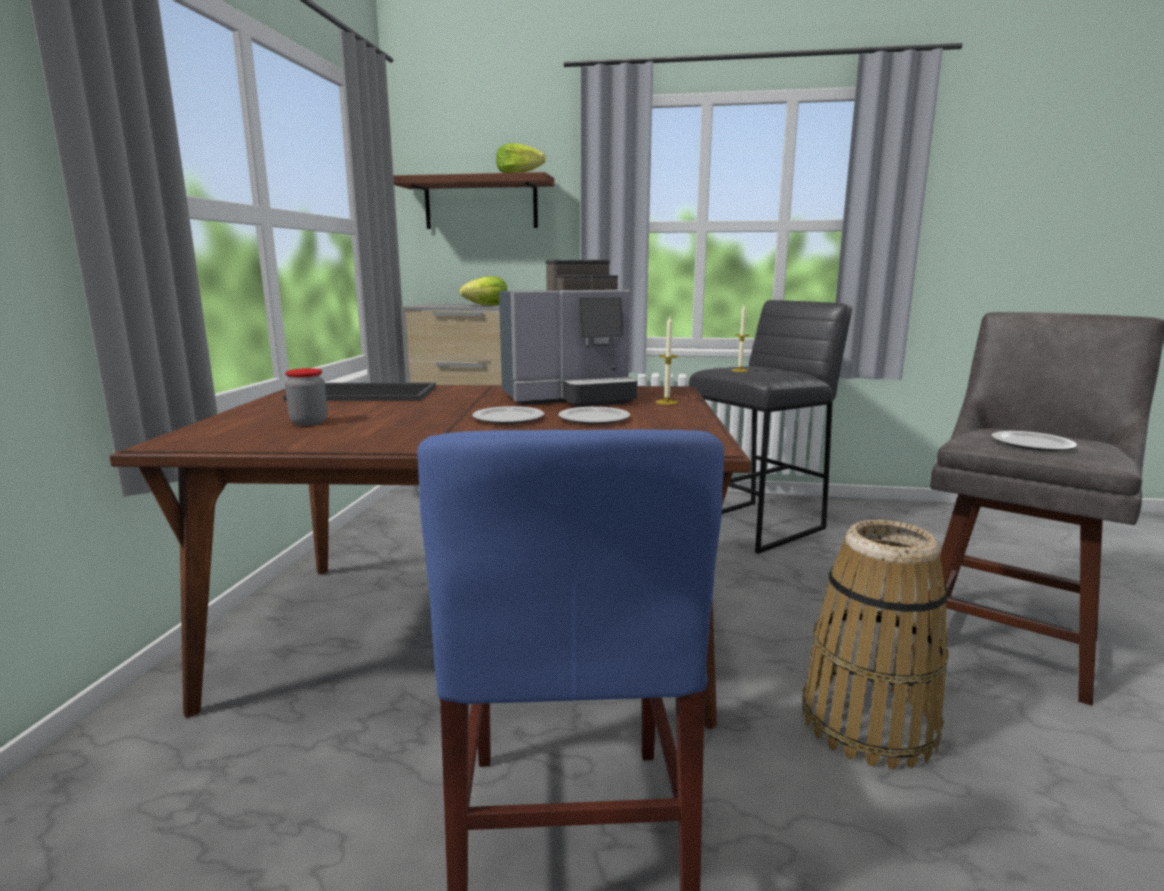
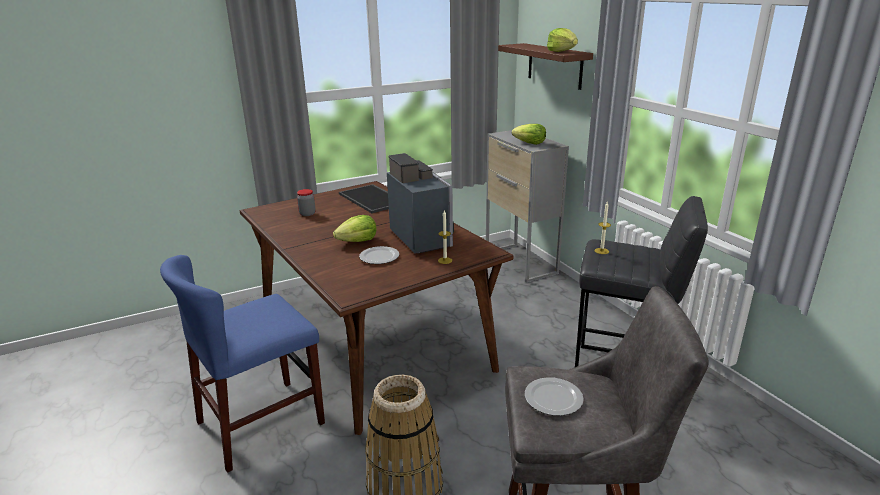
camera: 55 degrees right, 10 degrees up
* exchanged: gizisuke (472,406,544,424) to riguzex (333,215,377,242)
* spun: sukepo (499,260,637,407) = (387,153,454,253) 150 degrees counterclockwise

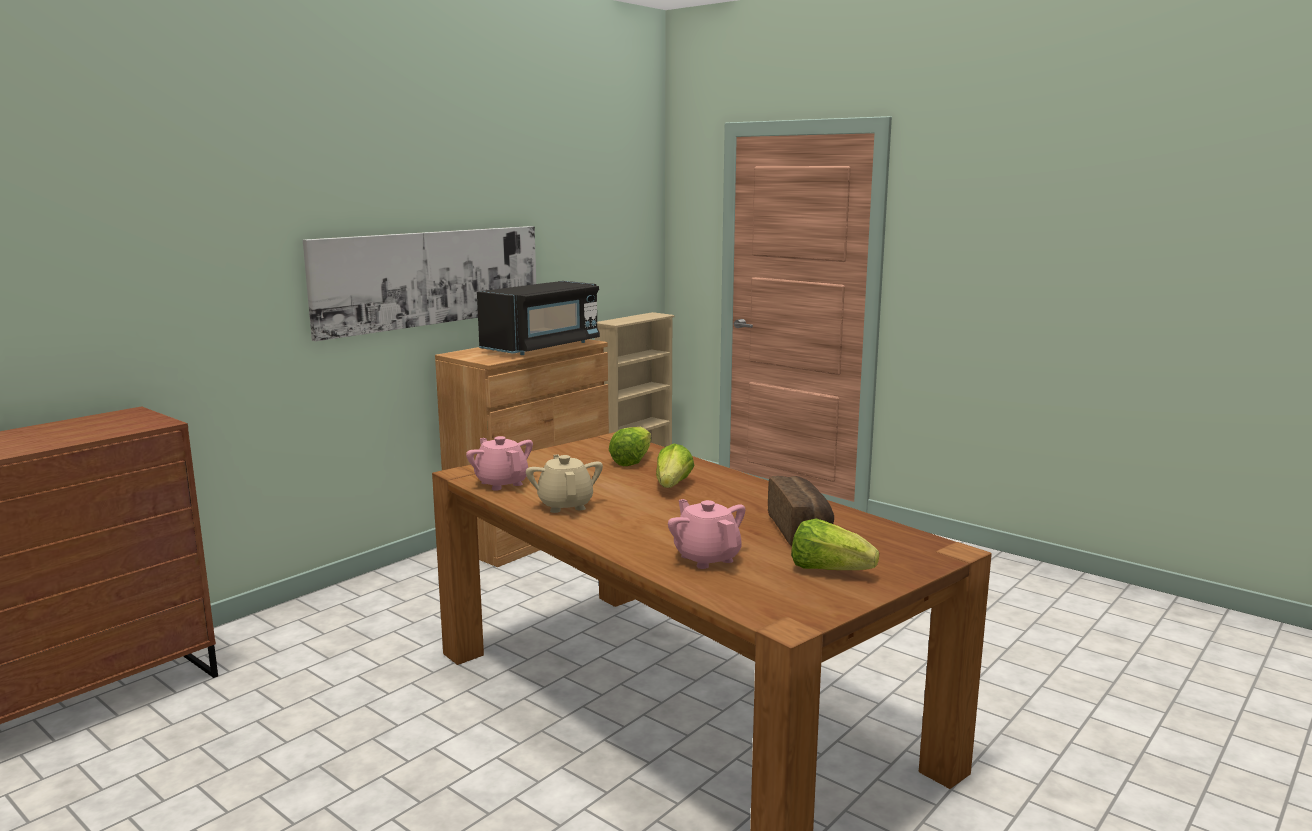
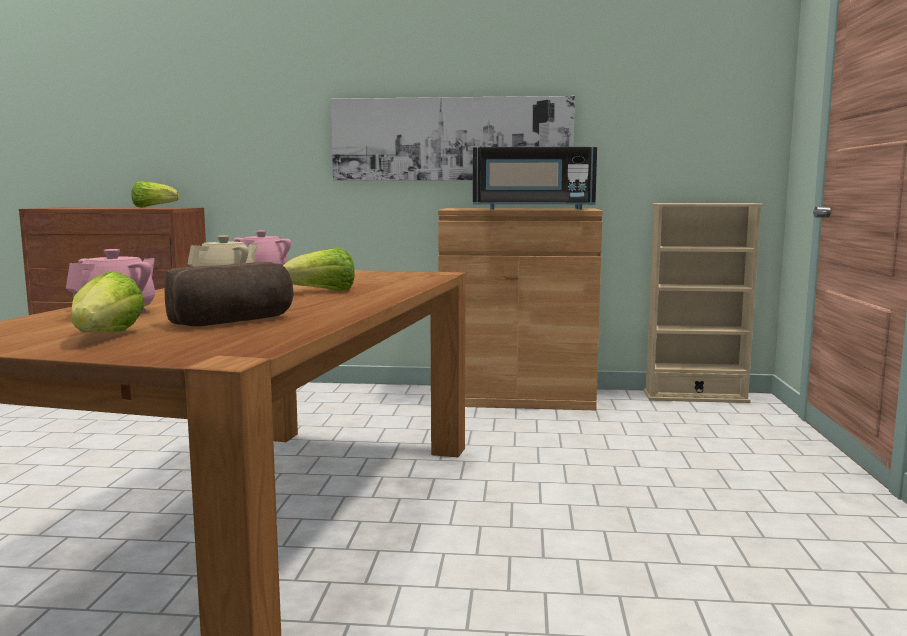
camera: 55 degrees right, 5 degrees down
* relocated: riguzex (609,427,651,466) to (131,181,179,208)

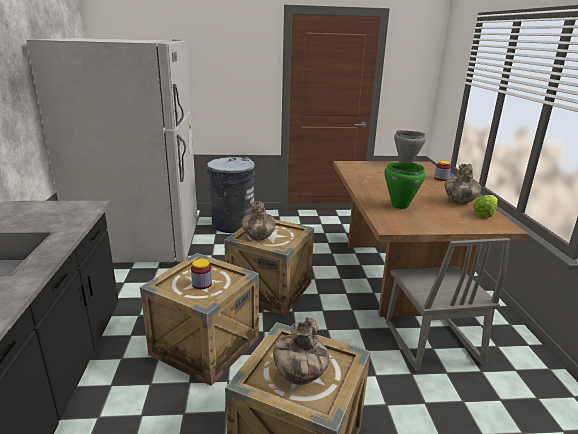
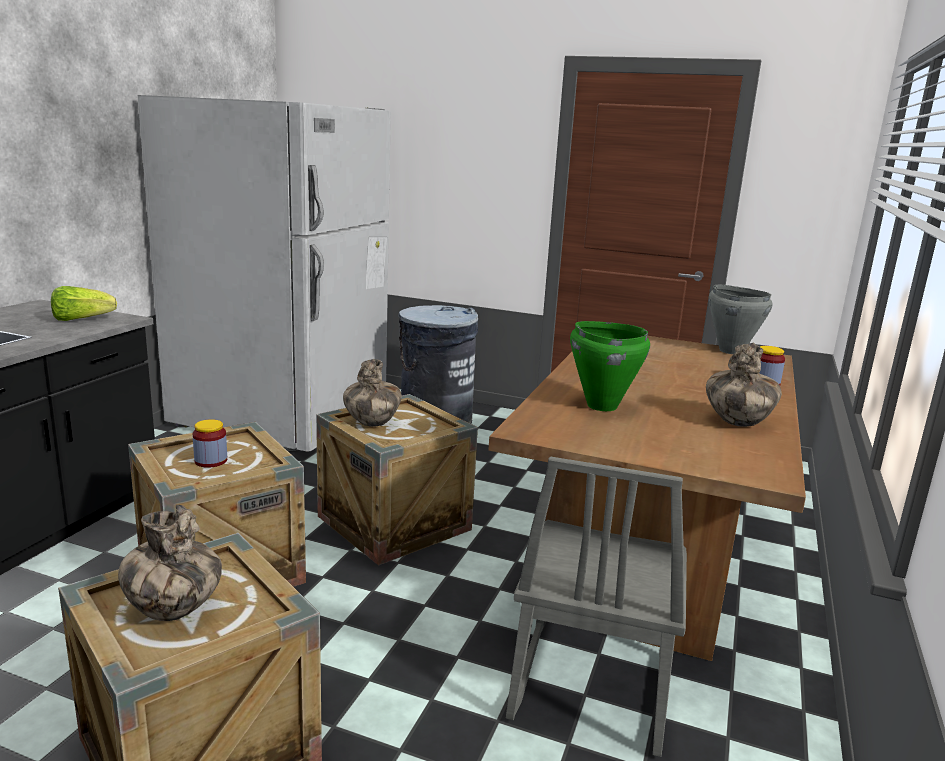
camera: 25 degrees right, 5 degrees down
* relocated: riguzex (473,195,498,218) to (51,286,117,321)

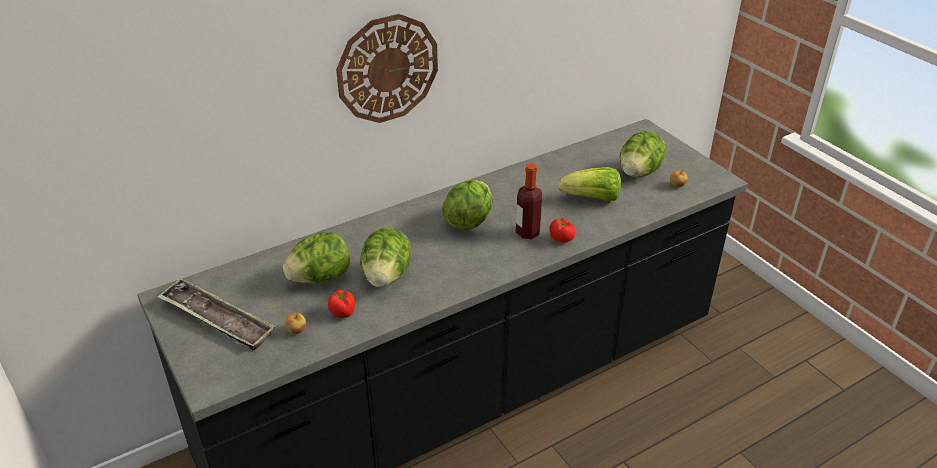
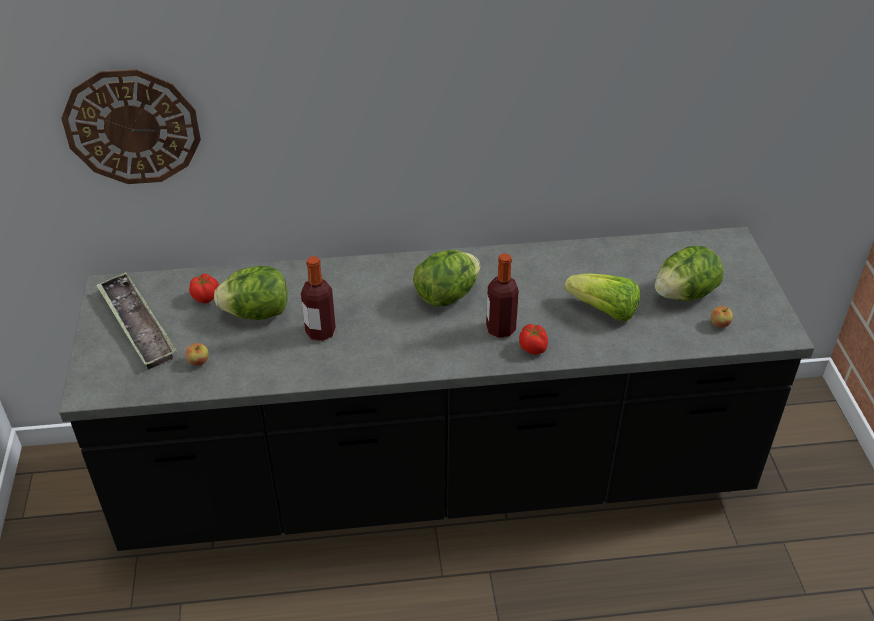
camera: 25 degrees right, 5 degrees up
* relocated: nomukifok (336,14,438,123) to (61,69,201,184)
* relocated: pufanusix (328,290,355,318) to (189,274,219,303)
* exchanged: riguzex (360,228,411,287) to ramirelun (301,256,336,341)

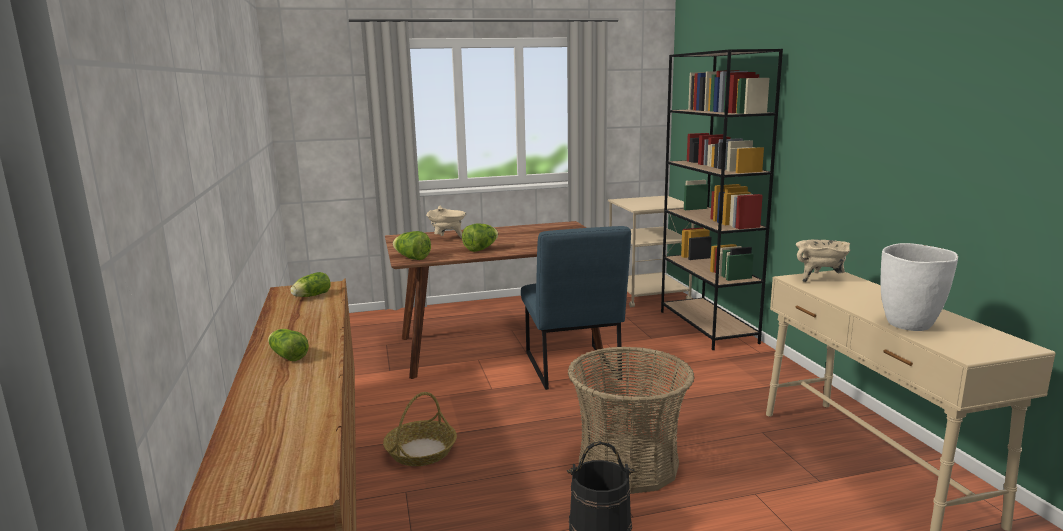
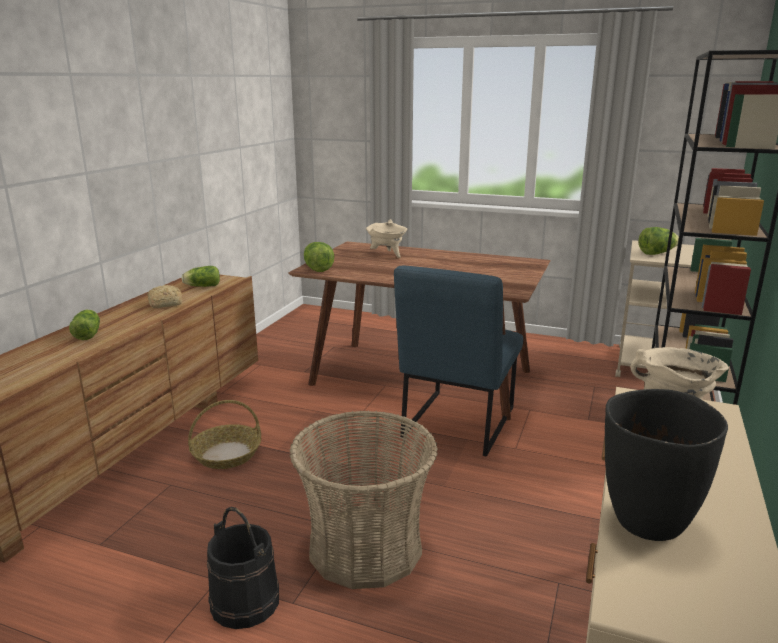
camera: 35 degrees right, 5 degrees up
* appeared: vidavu (147,285,182,308)
* colour: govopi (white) (881,243,958,331) to govopi (black) (605,389,728,541)
* relocated: riguzex (462,223,498,252) to (639,227,679,255)

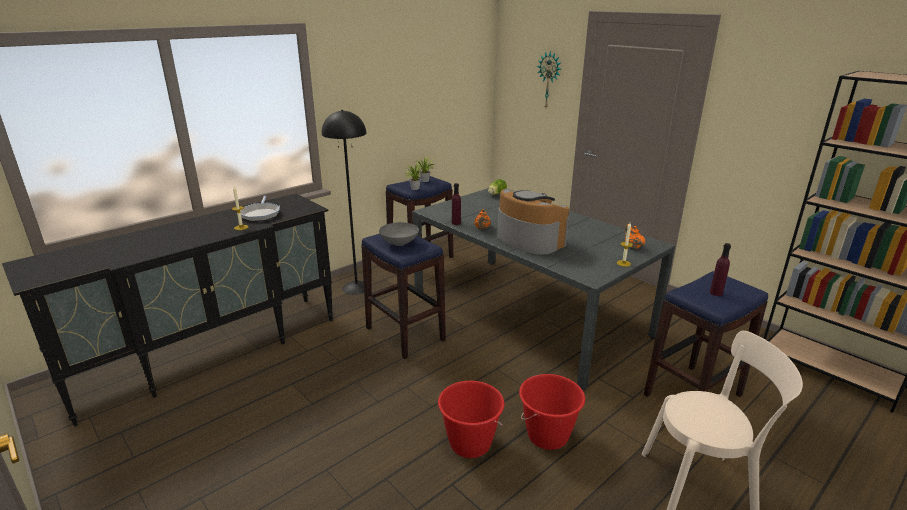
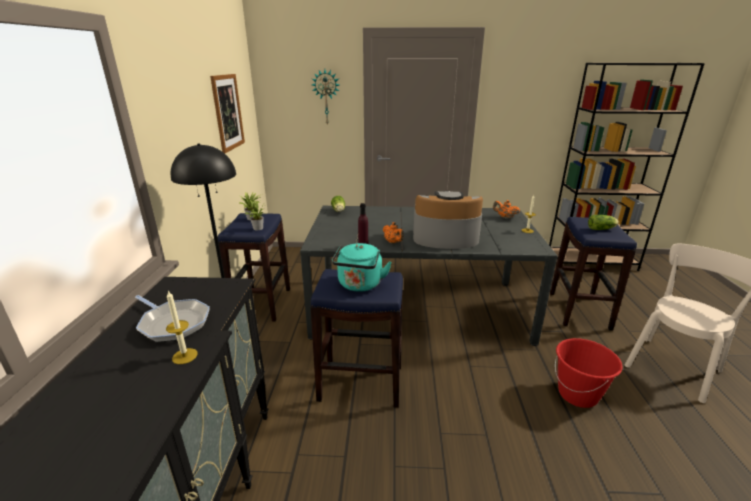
camera: 45 degrees left, 0 degrees up
* appeared: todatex (210,74,245,153)
* exchanged: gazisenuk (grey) (379,222,419,246) to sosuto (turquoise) (332,243,392,292)
* exchanged: ramirelun (purple) (710,243,731,296) to riguzex (588,215,619,230)
* missing: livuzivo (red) (438,381,505,458)

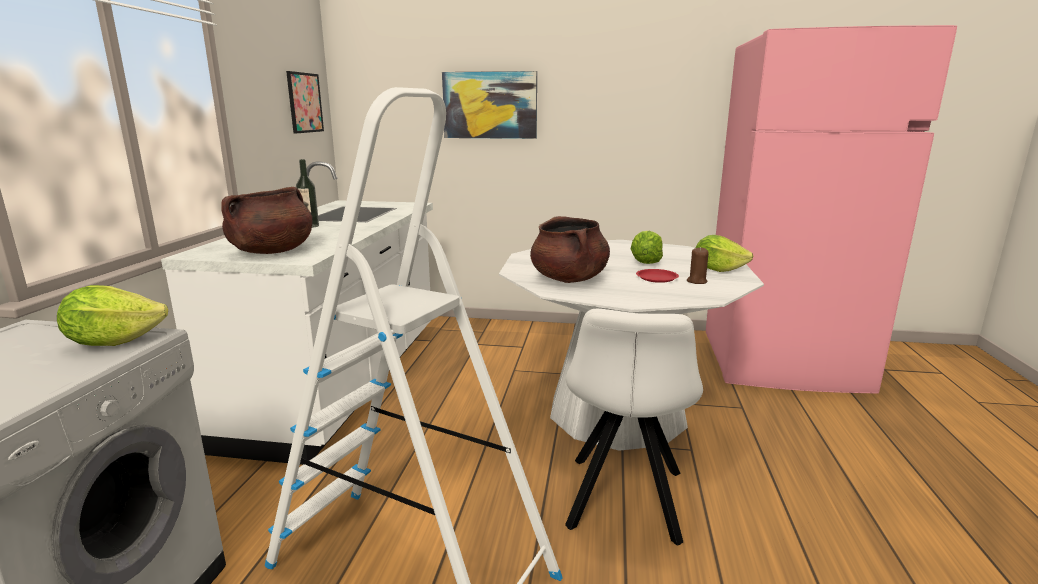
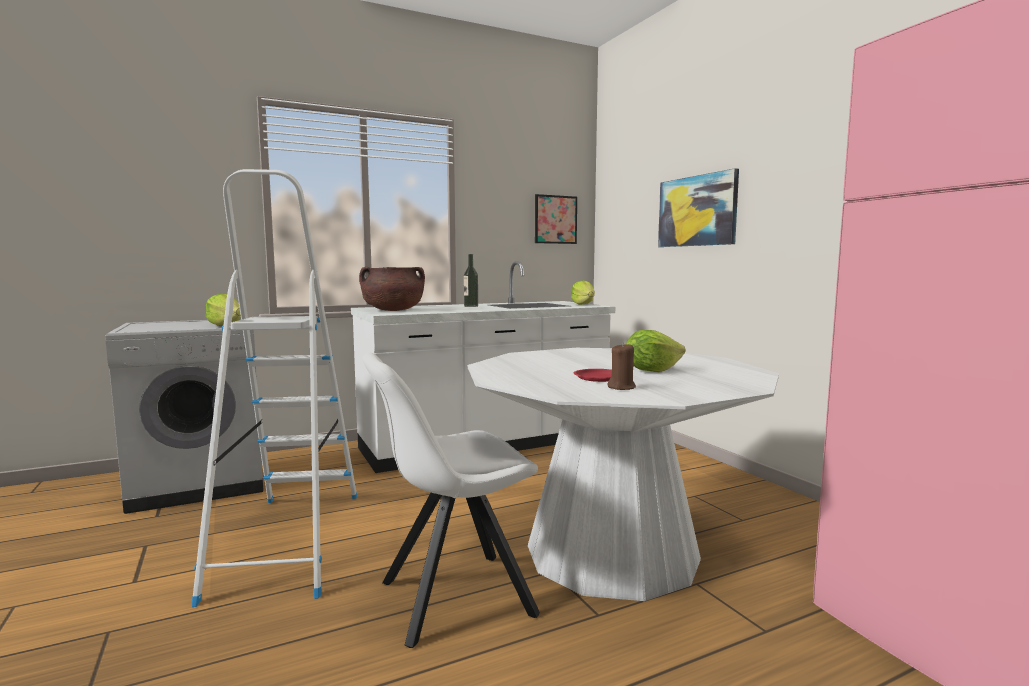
camera: 55 degrees right, 10 degrees down
* relocated: riguzex (696,235,754,272) to (571,280,595,305)
* missing: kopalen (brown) (530,216,610,283)

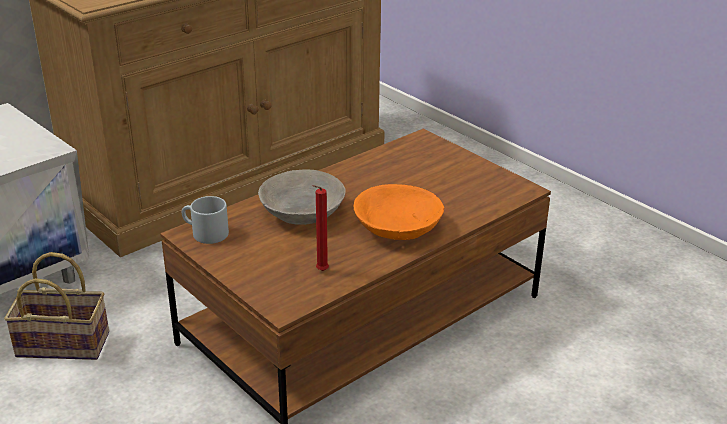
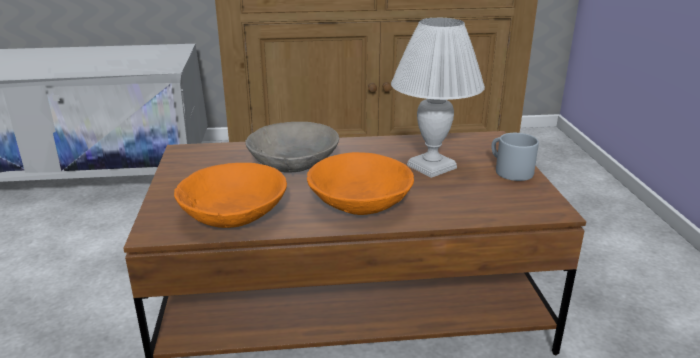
camera: 35 degrees right, 5 degrees down
* exchanged: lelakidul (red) (313,185,329,271) to gazisenuk (orange) (174,163,287,228)
* appeared: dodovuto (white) (391,18,485,178)
* relocated: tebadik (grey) (182,196,229,244) to (491,133,539,181)
* missing: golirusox (4,252,109,360)

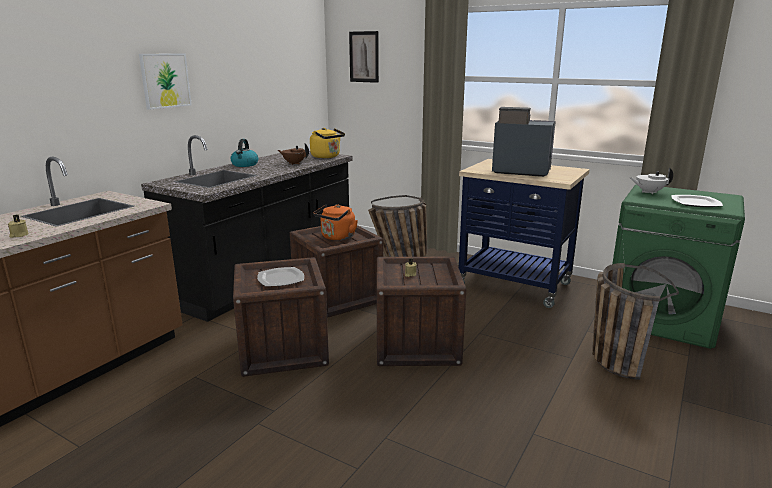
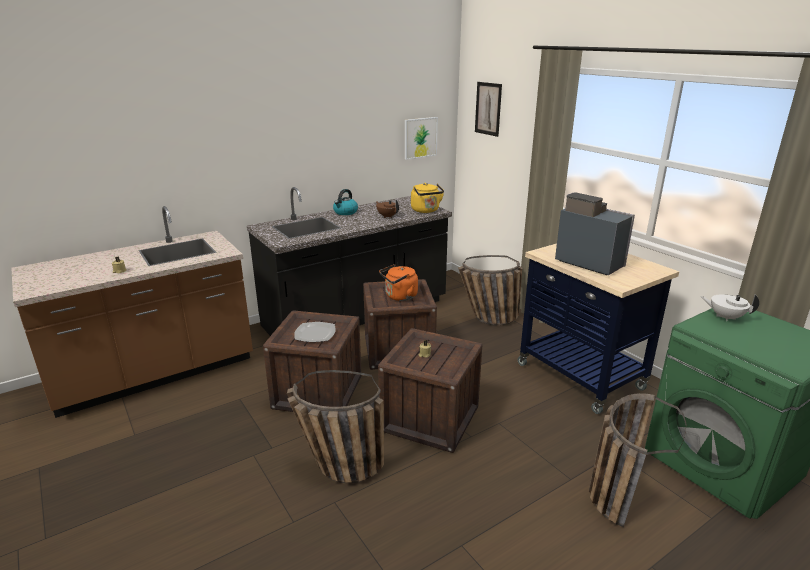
camera: 25 degrees right, 5 degrees up
* appeared: golirusox (287,370,384,484)
* relocated: todatex (139,54,192,110) to (405,117,438,160)
* missing: gizisuke (672,195,723,207)

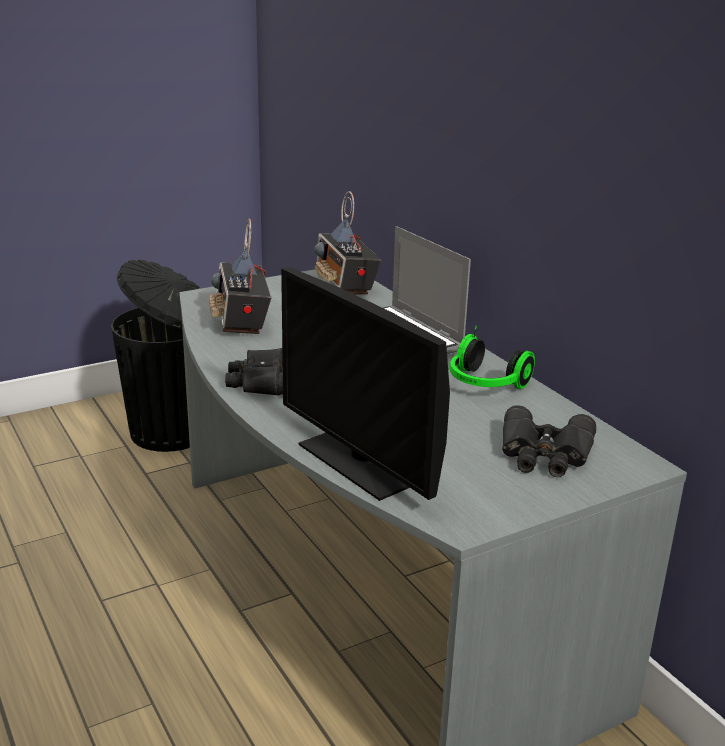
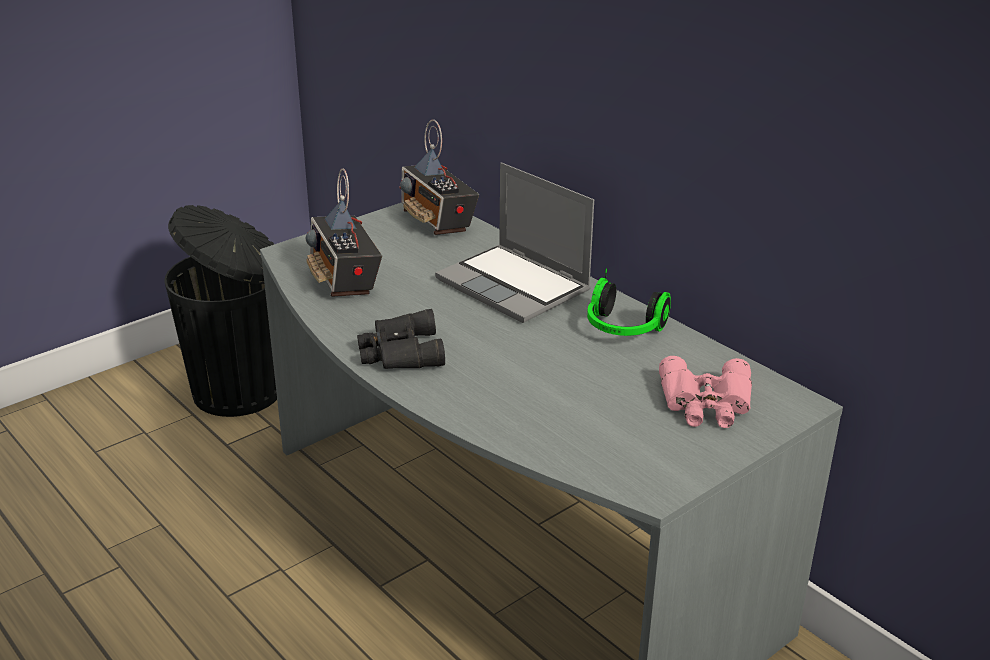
camera: 10 degrees left, 5 degrees up
* colour: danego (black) (502,405,596,477) to danego (pink) (659,356,752,428)
* missing: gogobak (281,267,450,501)

